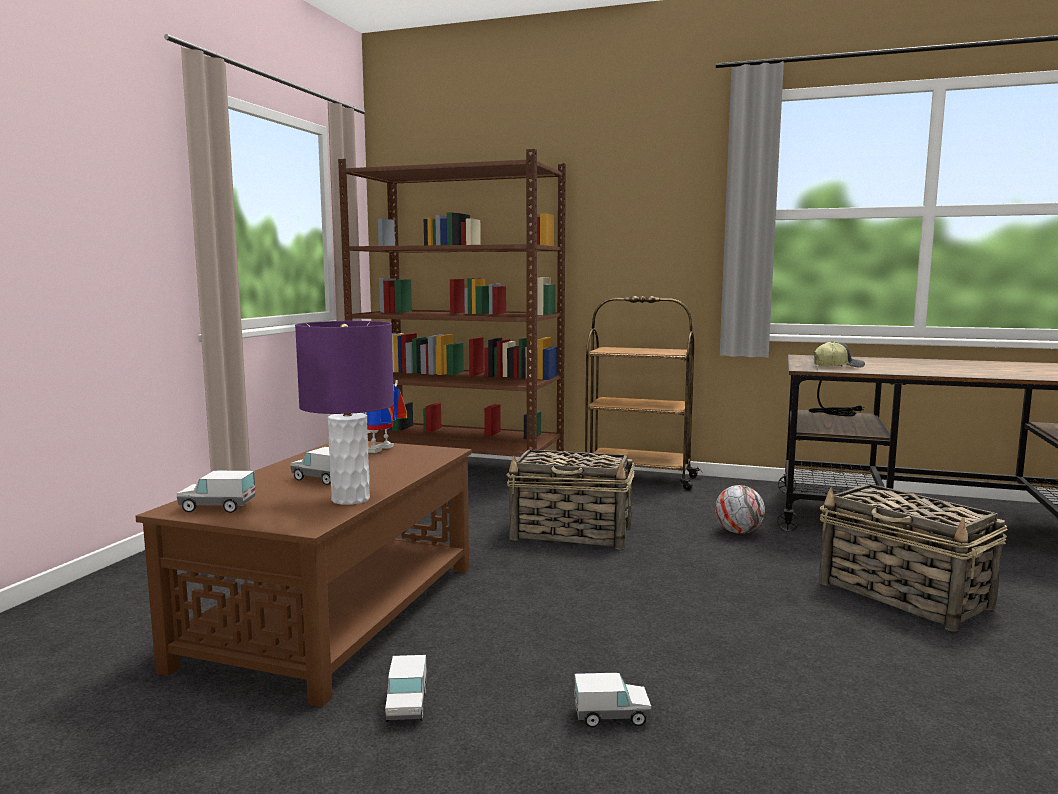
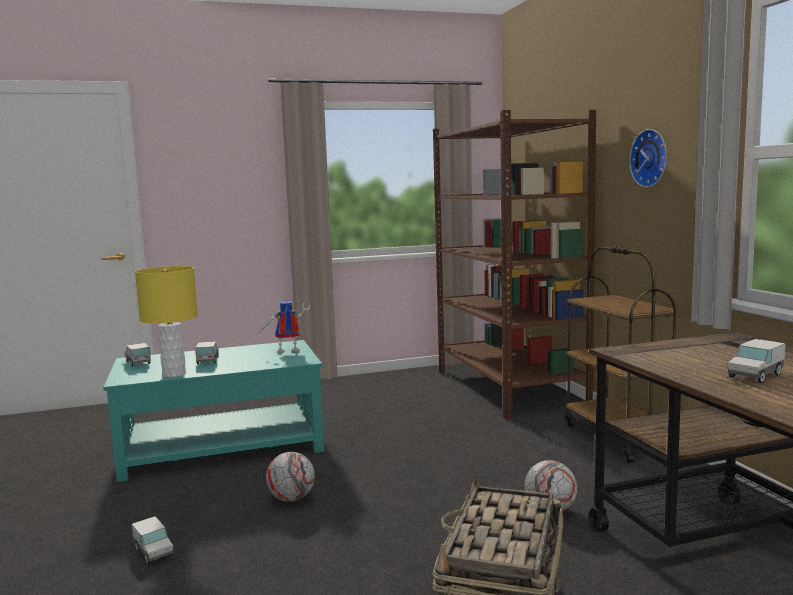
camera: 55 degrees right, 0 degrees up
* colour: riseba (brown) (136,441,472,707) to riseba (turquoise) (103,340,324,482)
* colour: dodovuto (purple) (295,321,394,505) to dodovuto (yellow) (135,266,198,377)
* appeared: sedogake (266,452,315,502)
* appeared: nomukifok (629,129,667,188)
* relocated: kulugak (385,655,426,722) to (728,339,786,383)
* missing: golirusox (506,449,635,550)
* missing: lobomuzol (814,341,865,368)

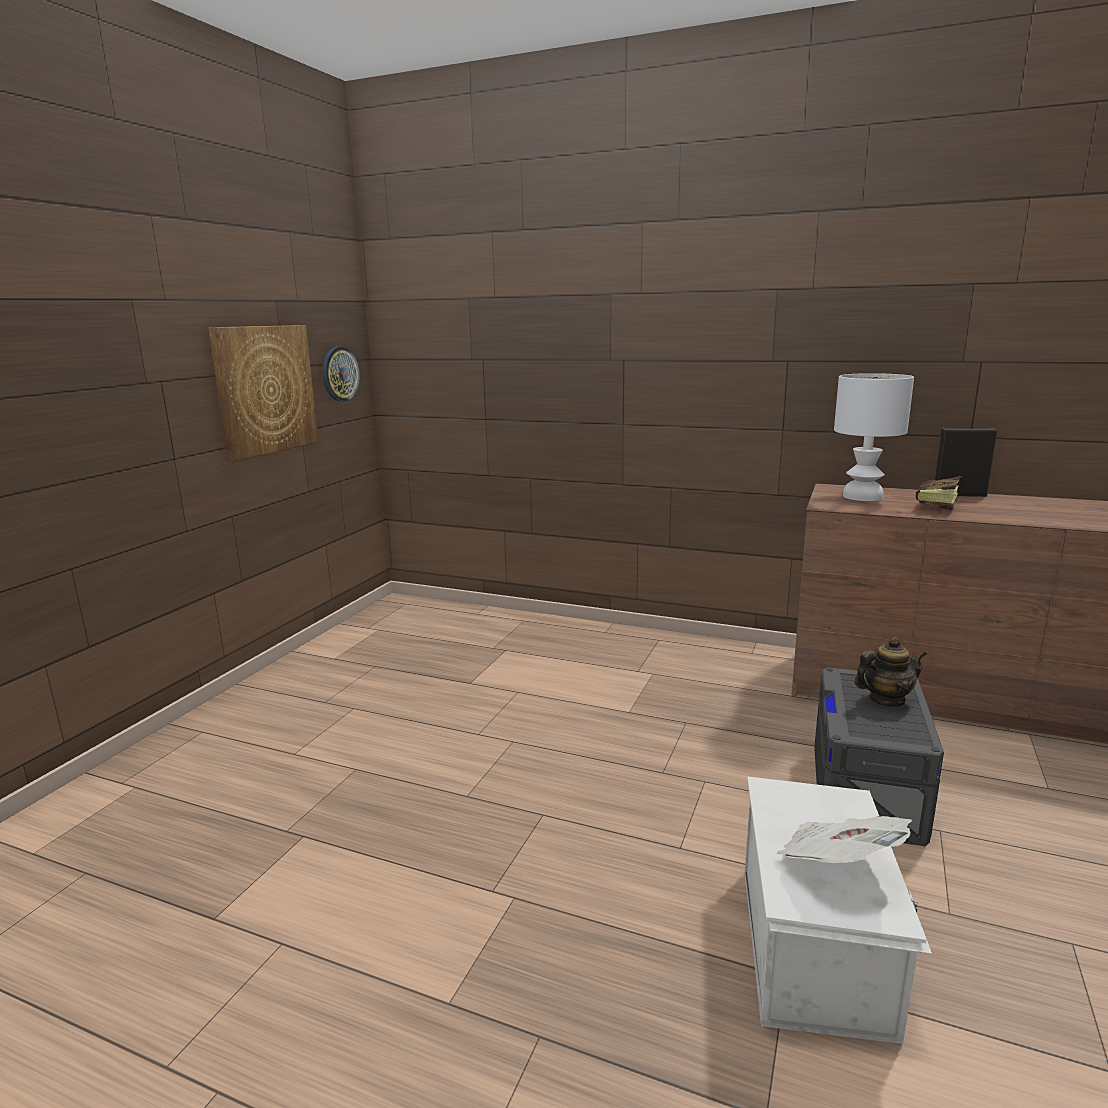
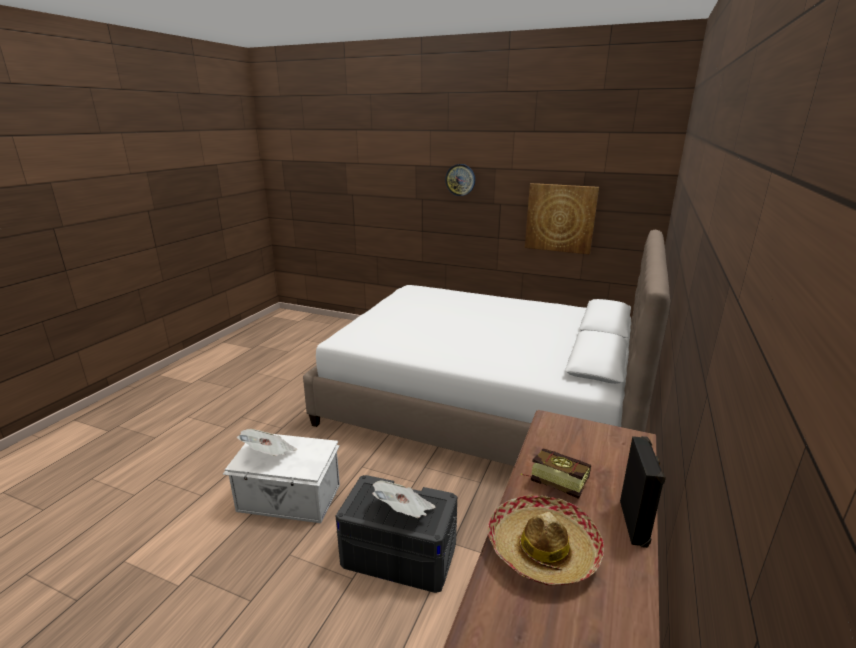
camera: 90 degrees right, 5 degrees up
* appeared: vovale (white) (303,230,670,466)
* exchanged: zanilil (854,637,927,707) to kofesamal (372,480,435,518)
* relocated: nomukifok (322,346,360,402) to (445,164,475,196)
* appeared: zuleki (488,495,604,586)
* missing: dodovuto (white) (834,373,914,501)

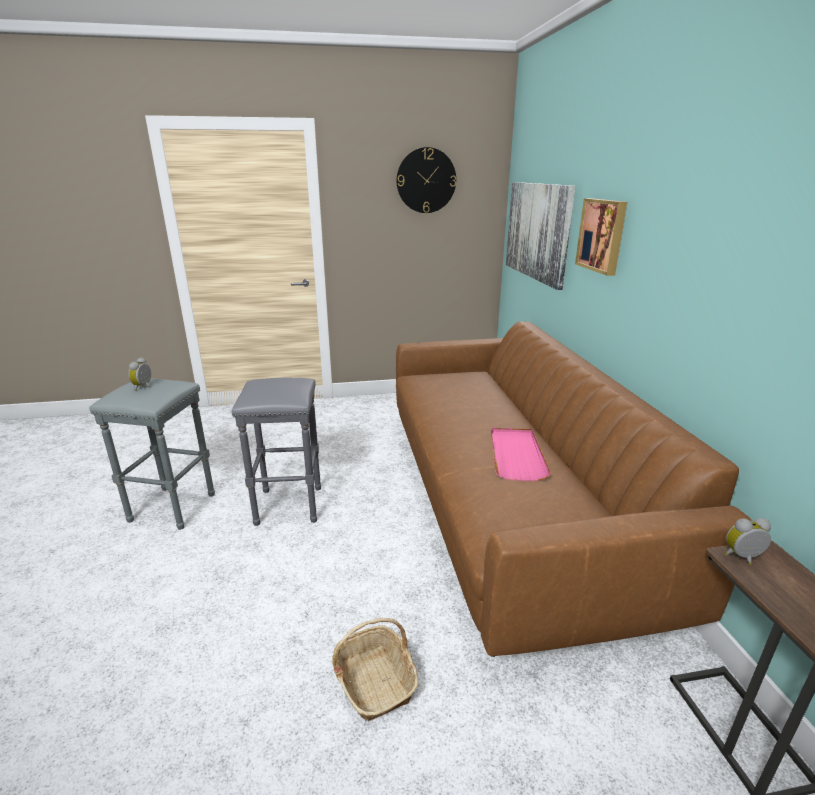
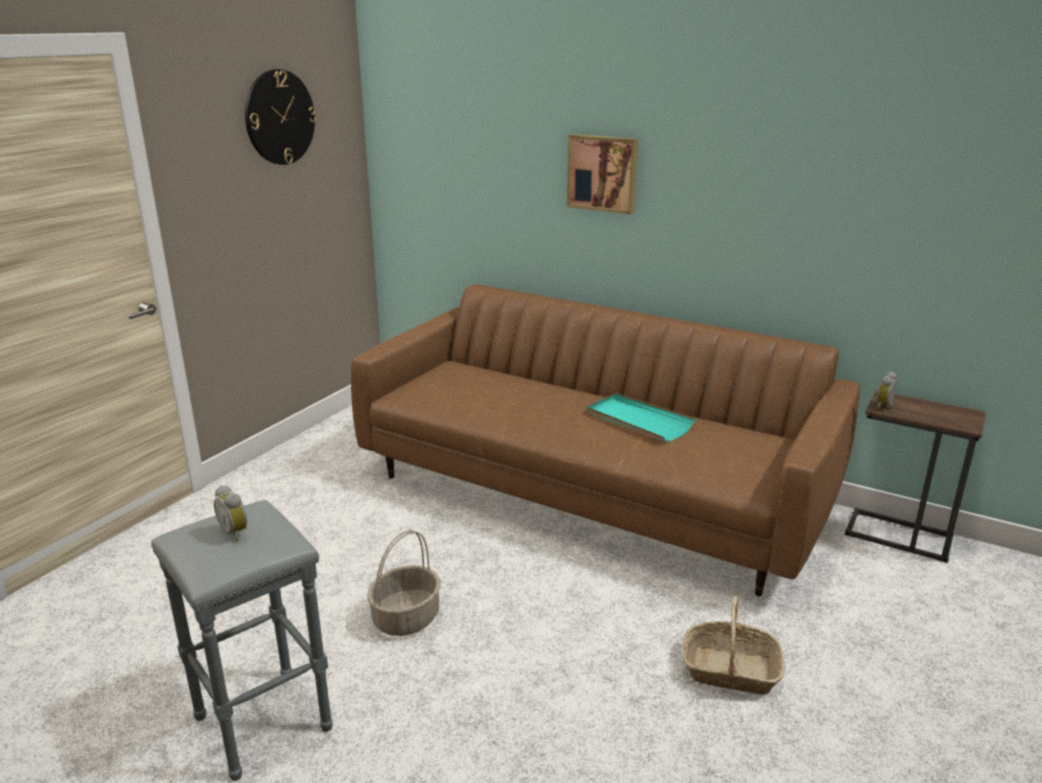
camera: 50 degrees left, 0 degrees up
* exchanged: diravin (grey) (232,378,321,526) to golirusox (367,530,441,636)
* colour: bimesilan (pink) (491,428,551,481) to bimesilan (turquoise) (586,393,697,441)
* missing: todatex (506,182,576,290)

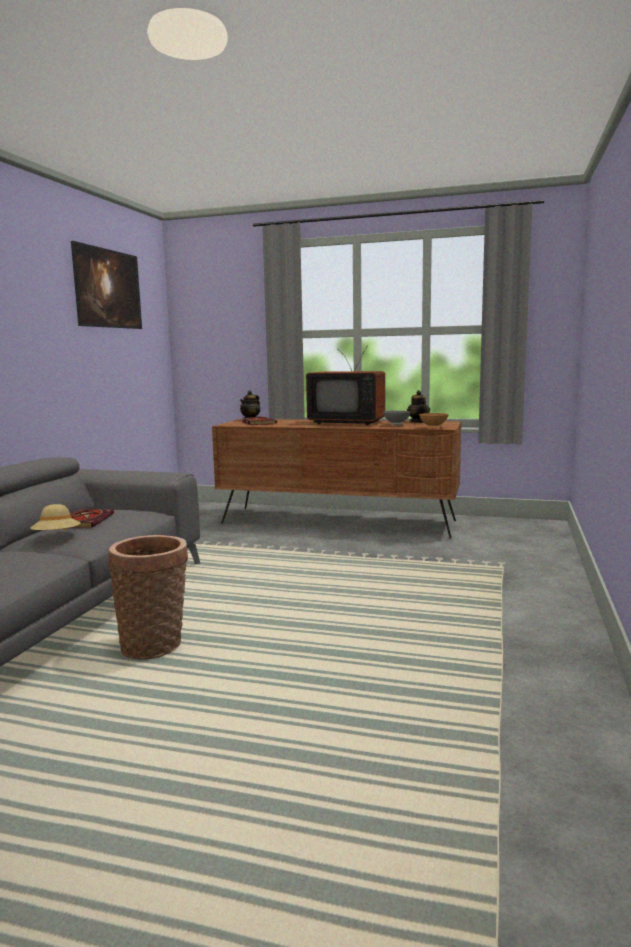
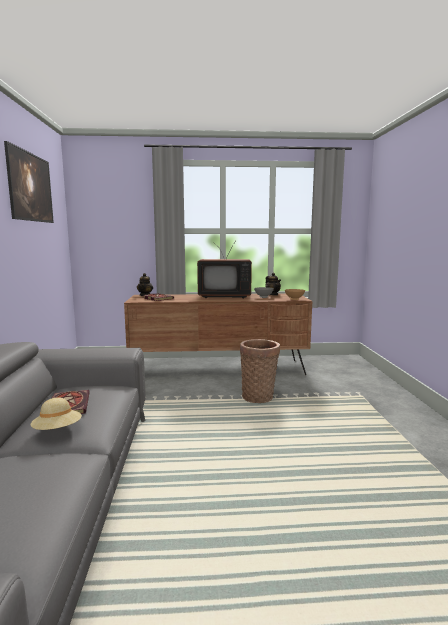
camera: 20 degrees left, 0 degrees up
* relocated: golirusox (108,535,188,660) to (240,339,280,403)

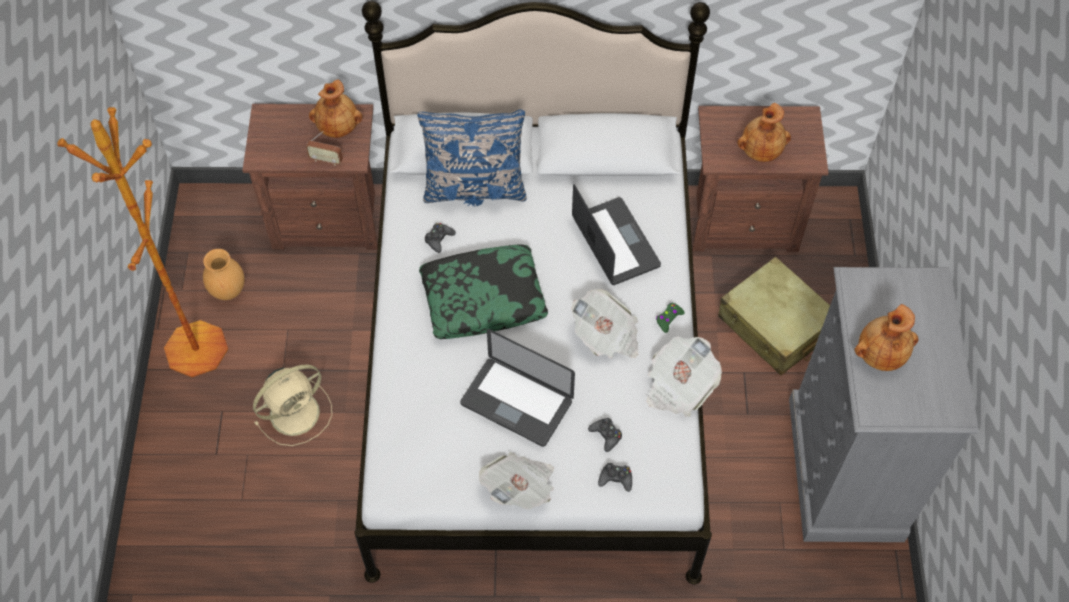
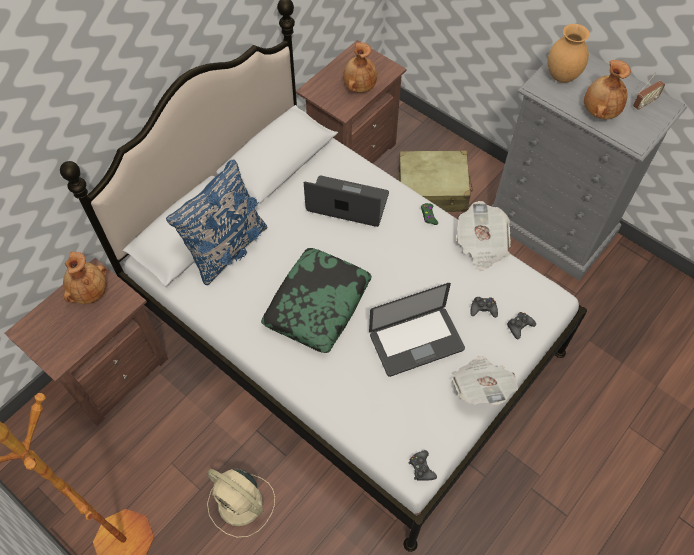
camera: 50 degrees left, 0 degrees up
* spun: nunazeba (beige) (253,364,332,446) = (207,469,275,538) 120 degrees clockwise
* relocated: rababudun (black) (425,223,456,253) to (409,450,437,481)
* relocated: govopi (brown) (203,249,245,300) to (548,24,590,83)
* relocated: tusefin (306,131,343,166) to (633,73,665,110)
* missing: kofesamal (571,289,638,358)

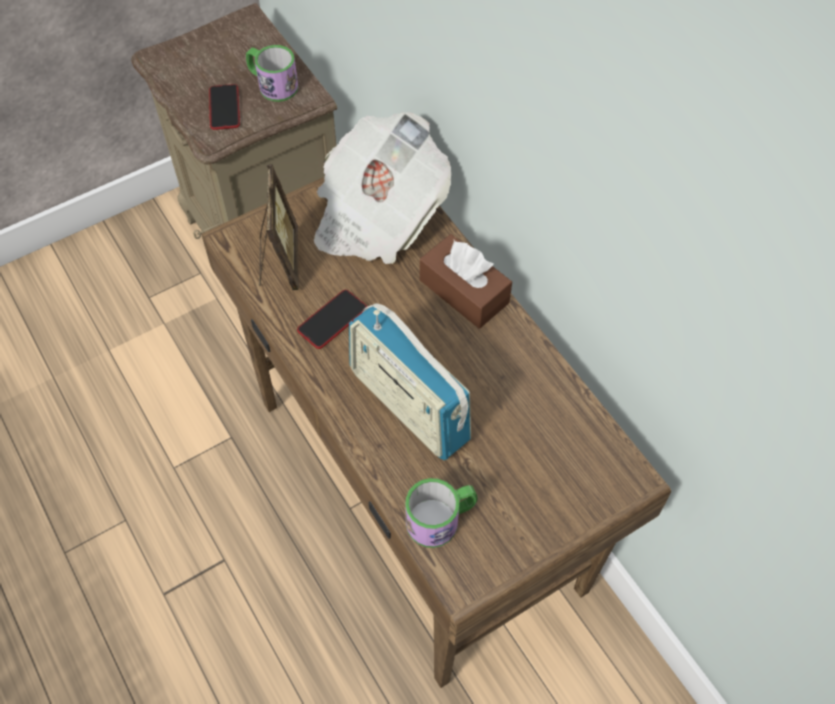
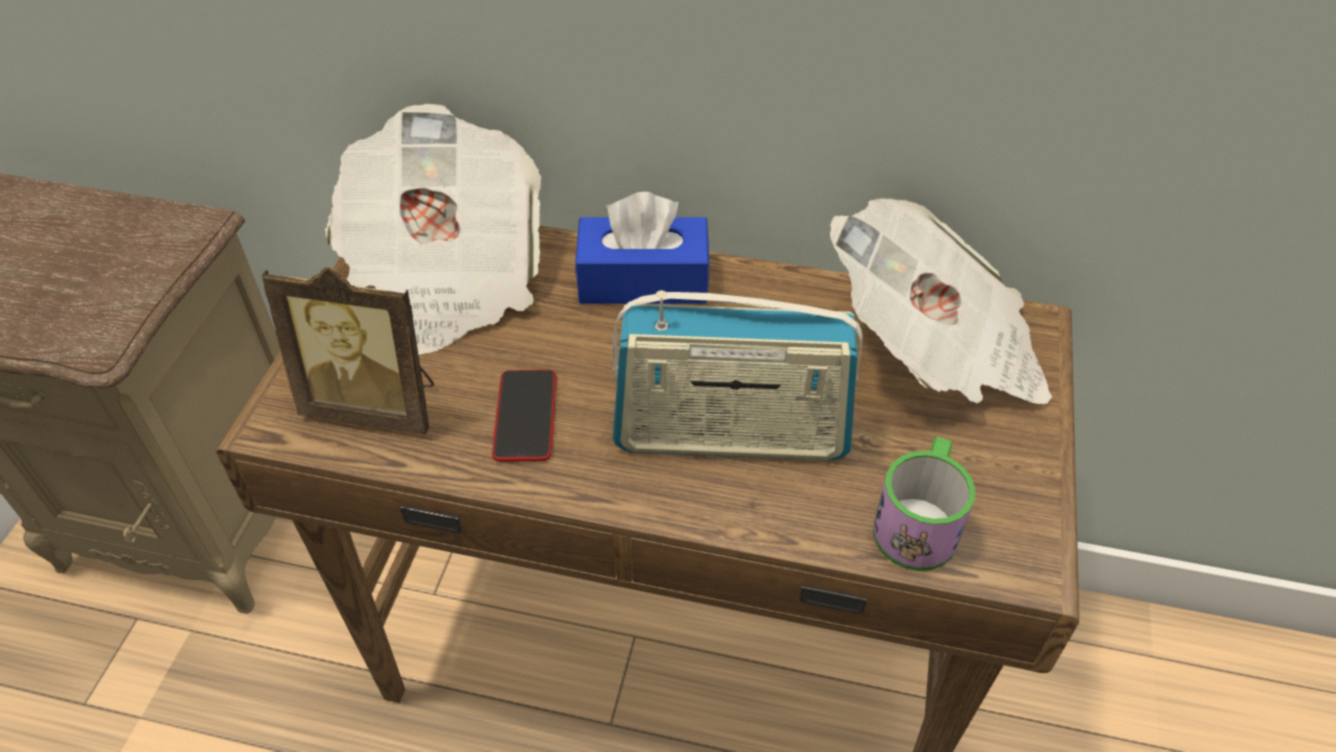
camera: 45 degrees left, 10 degrees down
* spun: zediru (259,164,299,291) = (262,267,434,434) 150 degrees clockwise
* colour: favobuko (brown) (420,234,512,329) to favobuko (blue) (575,192,710,304)
* appeared: kofesamal (830,198,1052,404)
* missing: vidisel (209,84,240,130)
* missing: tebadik (246,45,298,102)

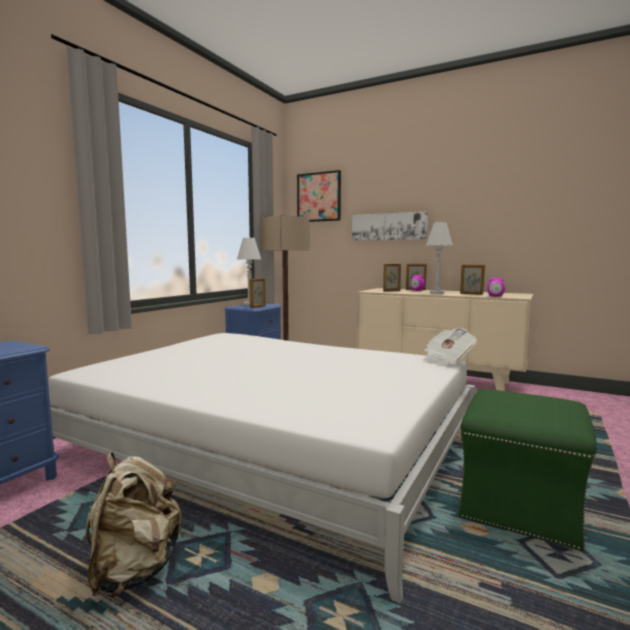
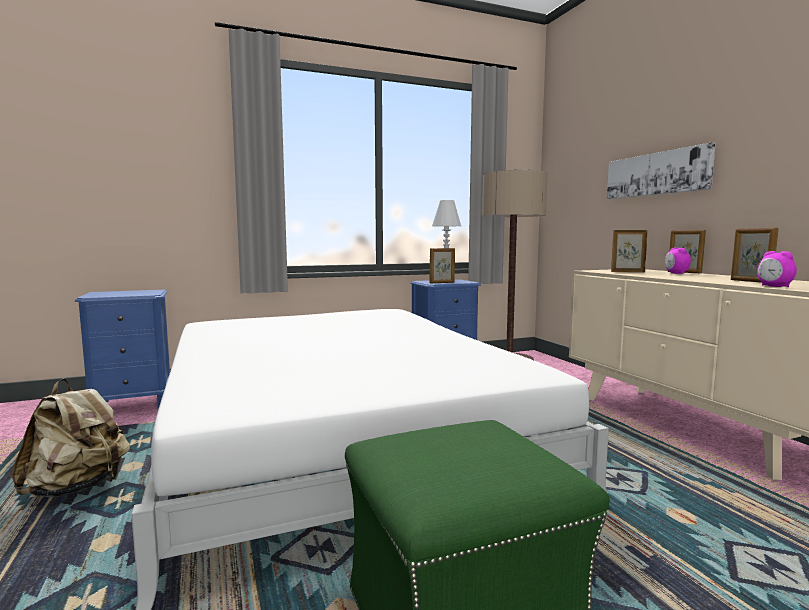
camera: 40 degrees right, 0 degrees up
* missing: todatex (297,170,341,222)
* missing: kofesamal (423,328,477,364)
* missing: dodovuto (white) (426,222,453,294)

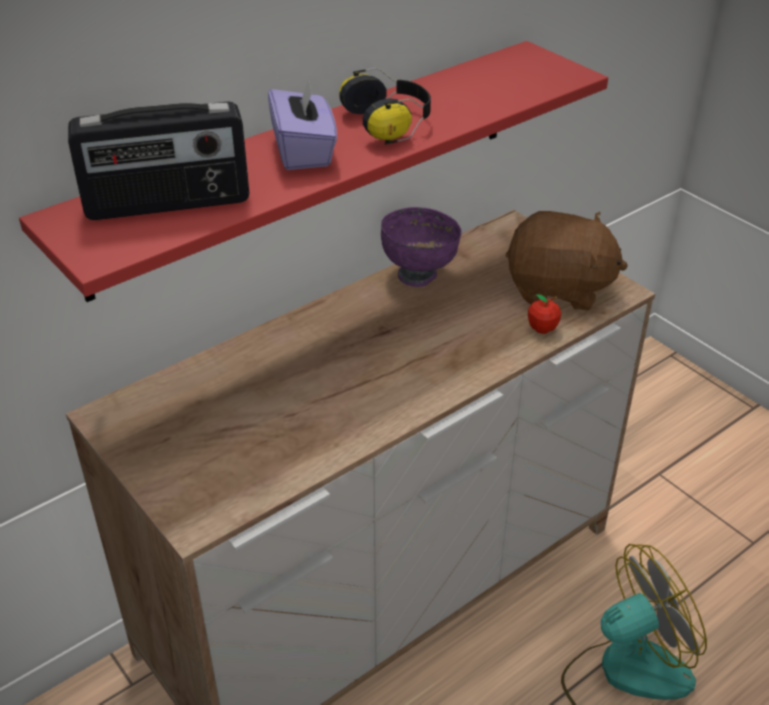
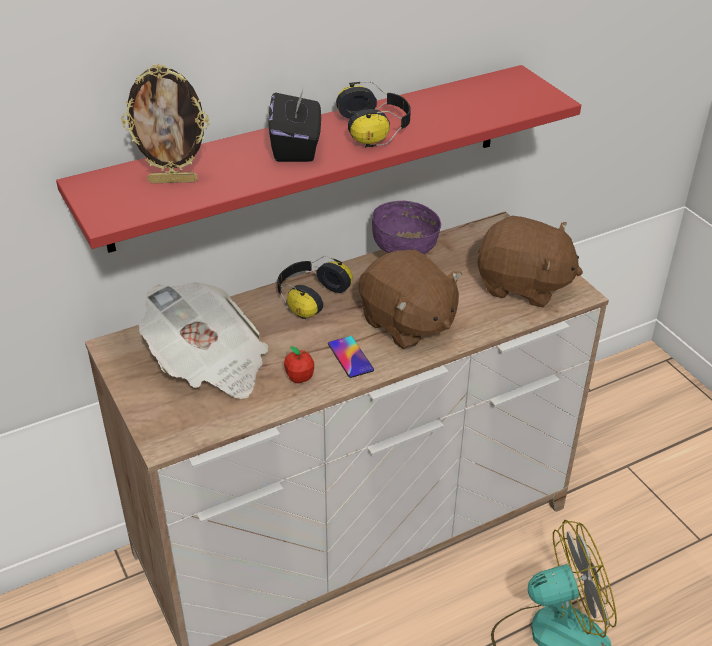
camera: 10 degrees right, 0 degrees up
* exchanged: tusefin (68,102,249,220) to zediru (121,64,209,183)
* appeared: kofesamal (139,282,269,399)
* colour: favobuko (purple) (268,78,337,170) to favobuko (black) (268,87,321,162)
* appeared: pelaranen (277,256,353,320)
* relocated: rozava (528,294,561,334) to (284,346,314,383)
* appeared: vidisel (328,336,374,378)
* appeared: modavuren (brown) (358,250,462,350)

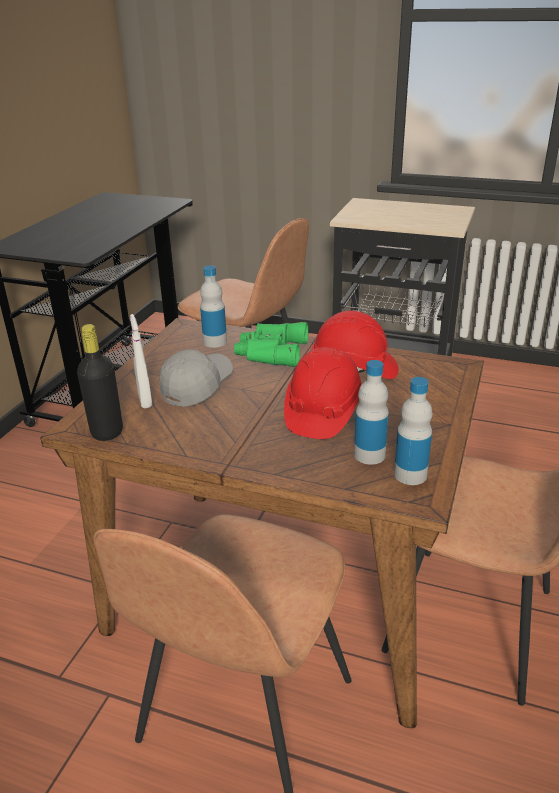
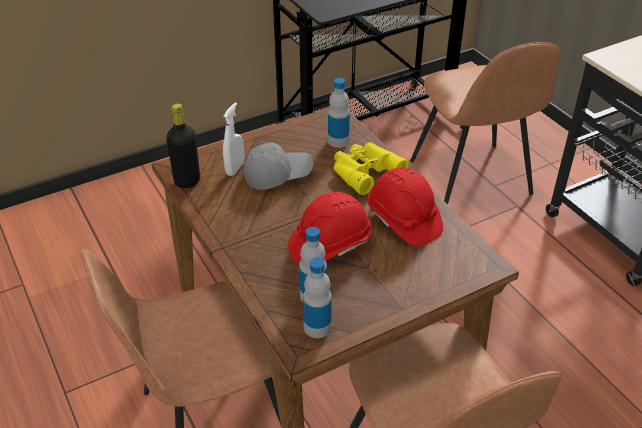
camera: 40 degrees right, 10 degrees up
* colour: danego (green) (234,322,308,367) to danego (yellow) (333,142,409,195)

